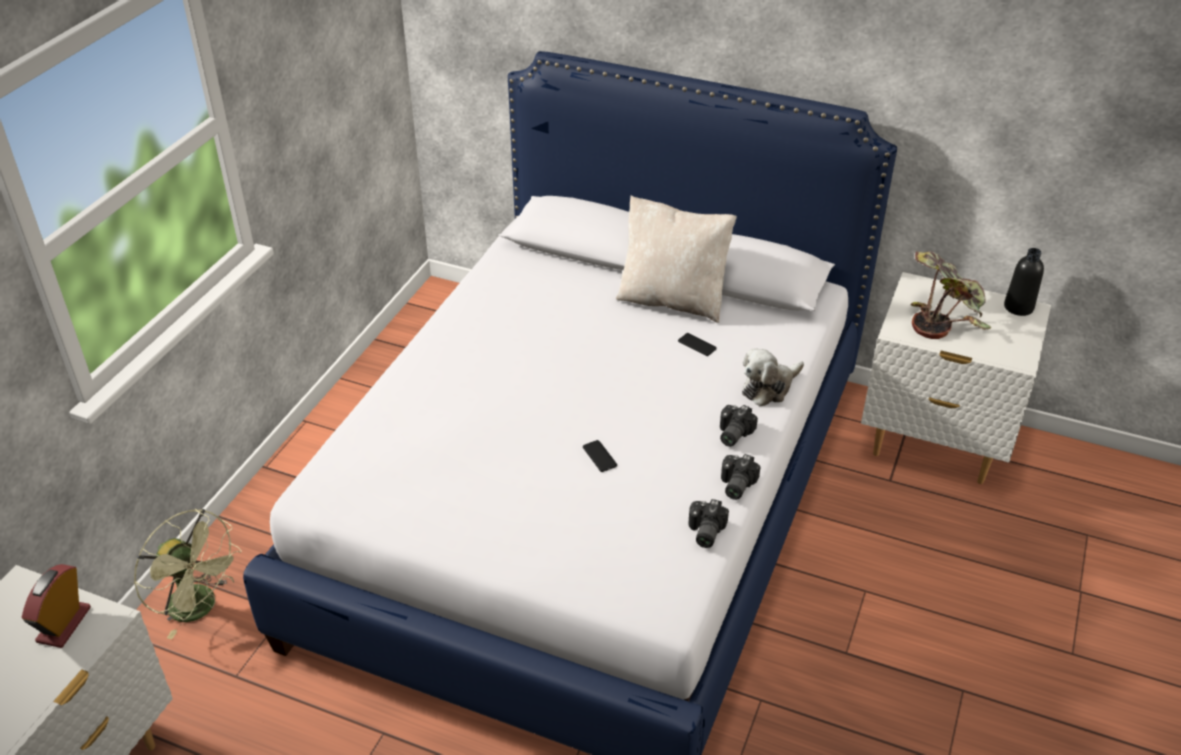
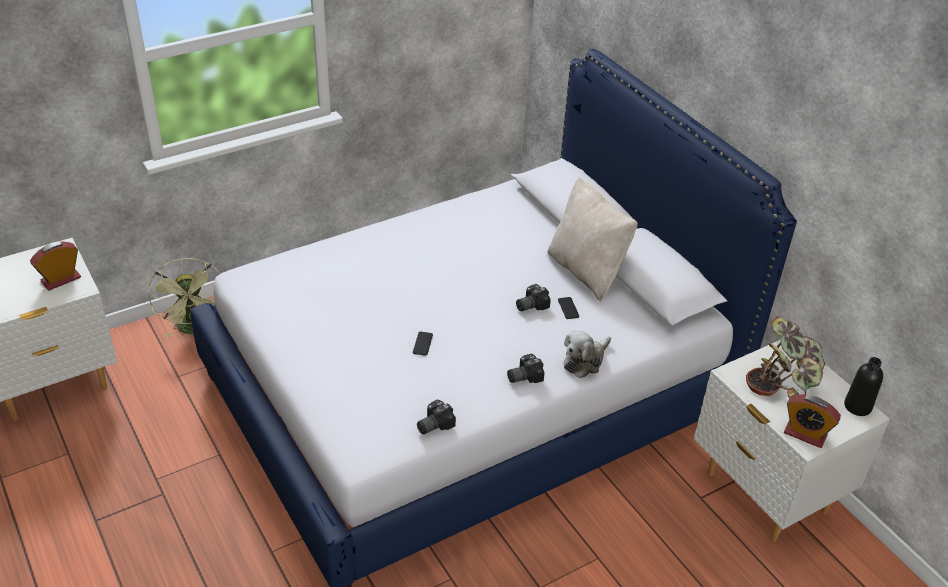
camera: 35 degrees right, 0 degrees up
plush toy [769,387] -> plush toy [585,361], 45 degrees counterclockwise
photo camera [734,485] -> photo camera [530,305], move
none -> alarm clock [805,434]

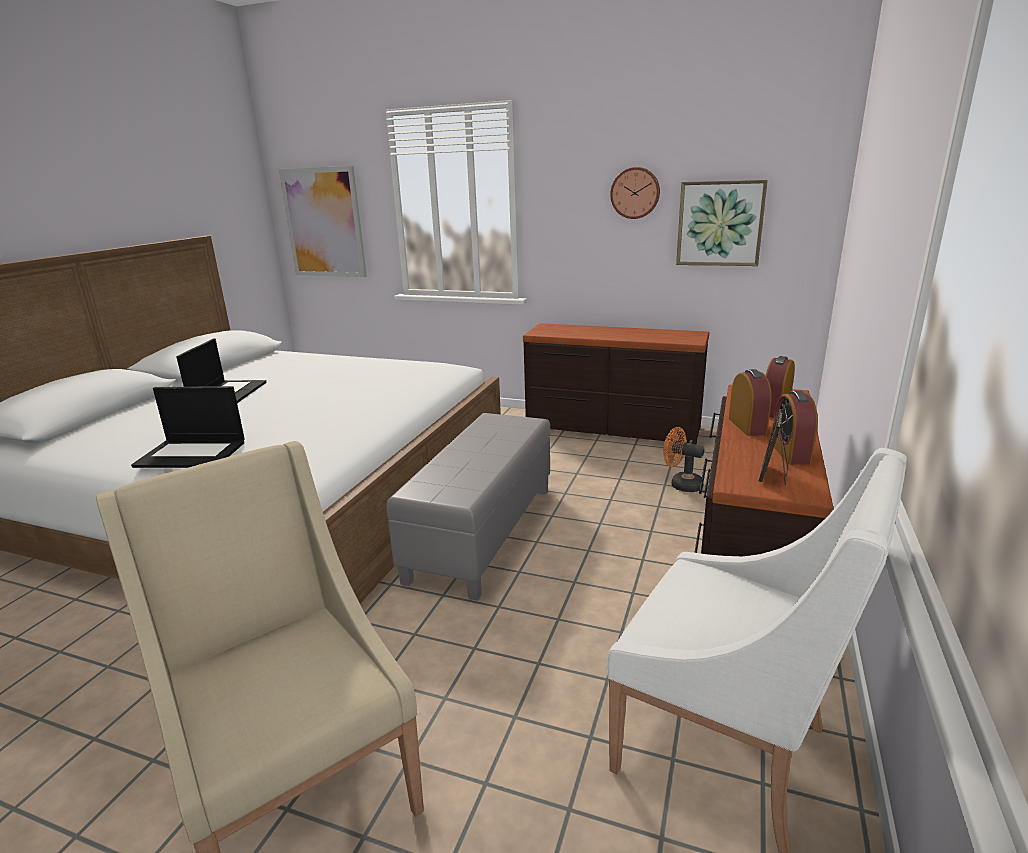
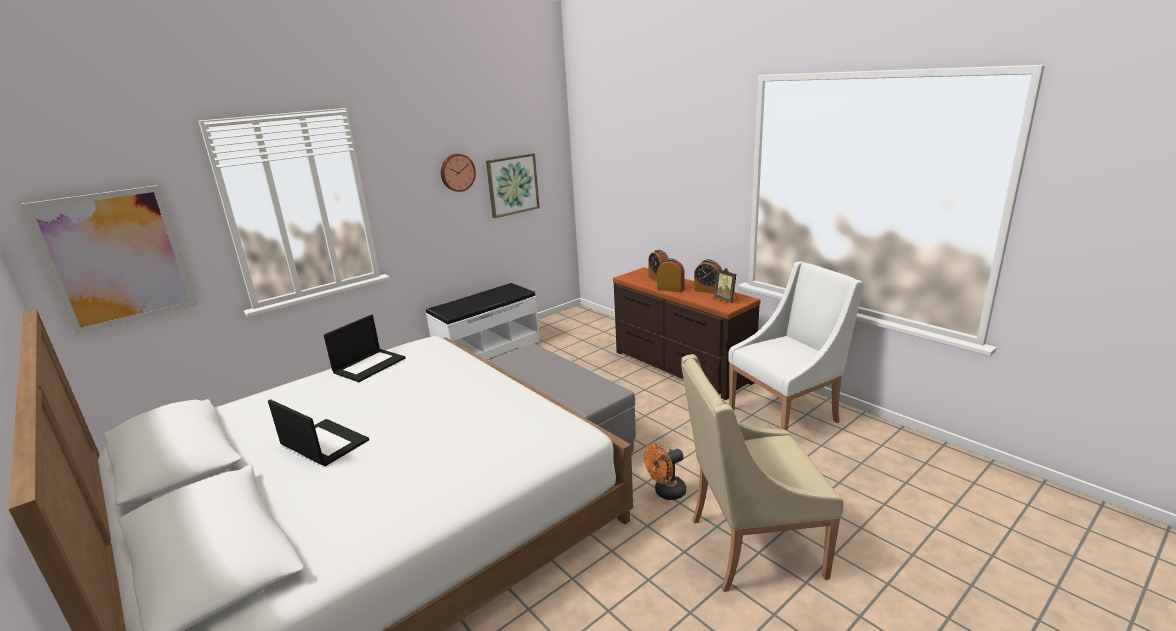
camera: 60 degrees left, 0 degrees up
brown dresser [612,429] -> white bench [487,350]
laptop [193,453] -> laptop [369,365], move
orange fan [681,484] -> orange fan [666,493], move

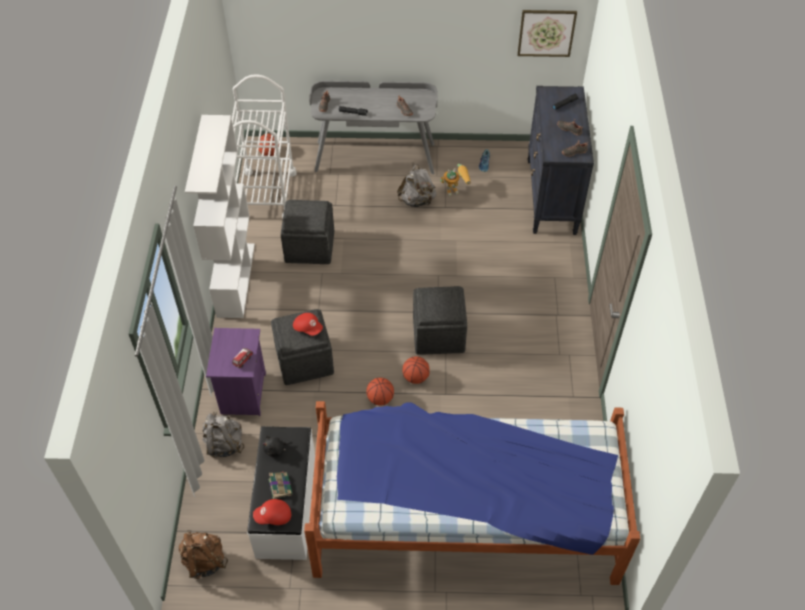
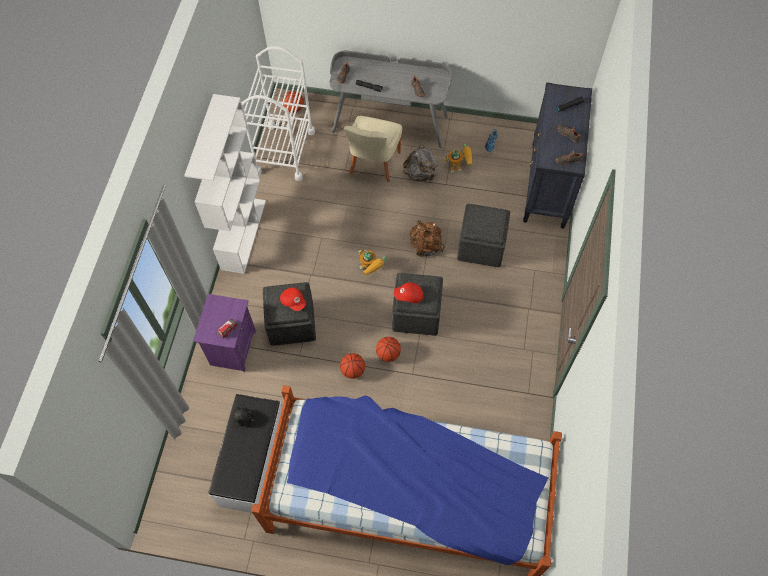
camera: 10 degrees right, 10 degrees up
picture [546,32] -> none
grey ottoman [310,246] -> grey ottoman [482,245], move
grey backpack [224,444] -> none
book [280,486] -> none
red cap [273,516] -> red cap [409,296], move
brown backpack [204,561] -> brown backpack [425,246], move
none -> beige chair [373,164]
none -> toy robot [371,271]

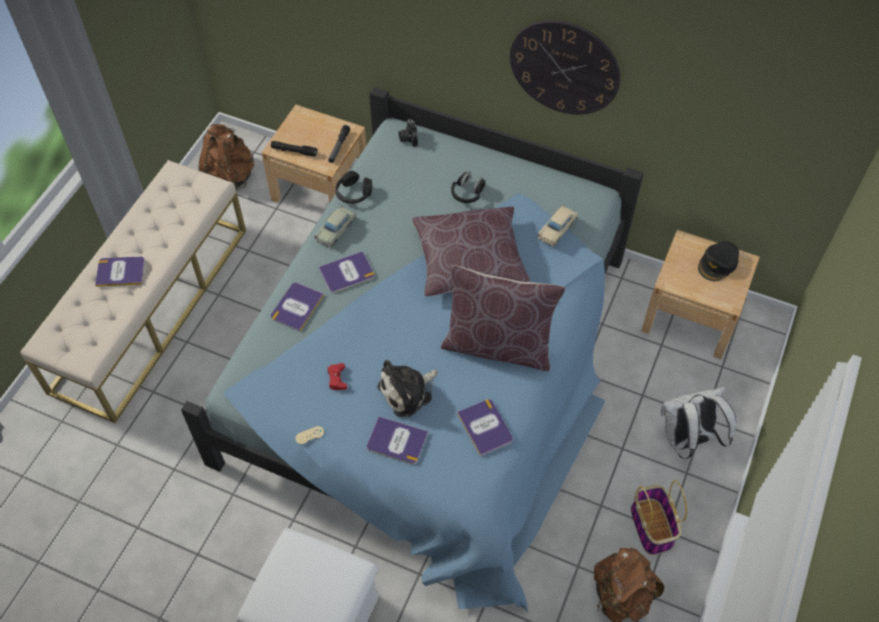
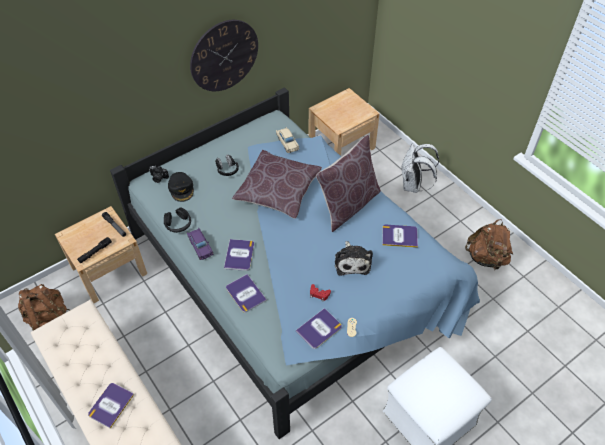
camera: 60 degrees left, 5 degrees down
beige toy car [336,230] -> purple toy car [200,246]
black cap [718,264] -> black cap [181,189], move
book [397,441] -> book [319,329], move
basket [652,527] -> none

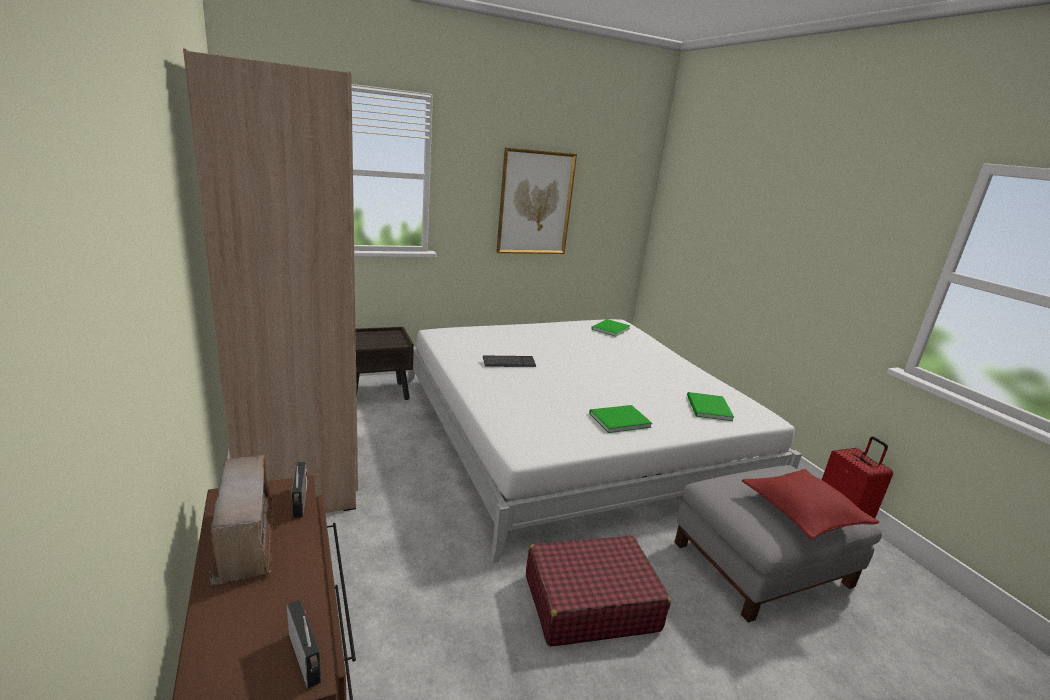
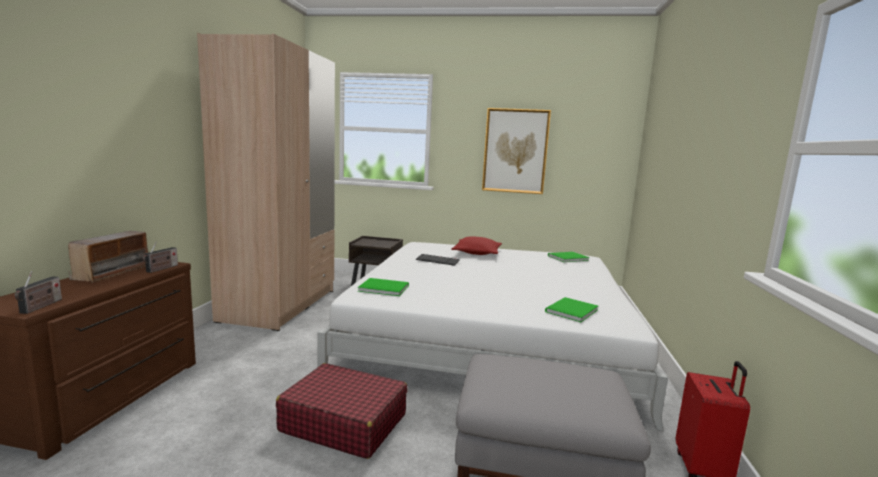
camera: 35 degrees right, 10 degrees down
green book [617,419] -> green book [383,288], move
red pillow [803,512] -> red pillow [477,253], move

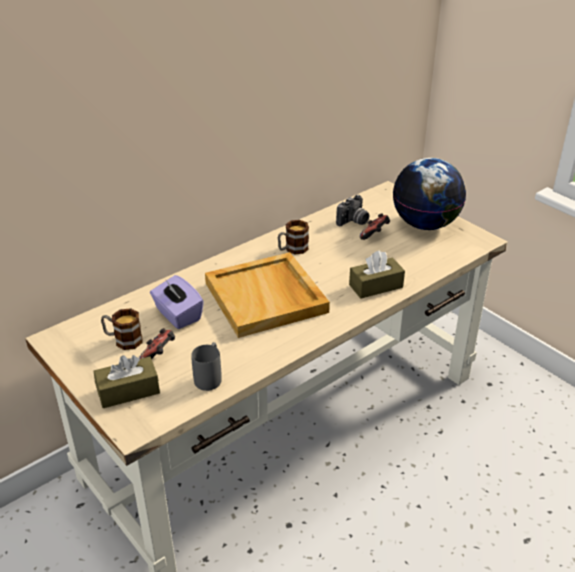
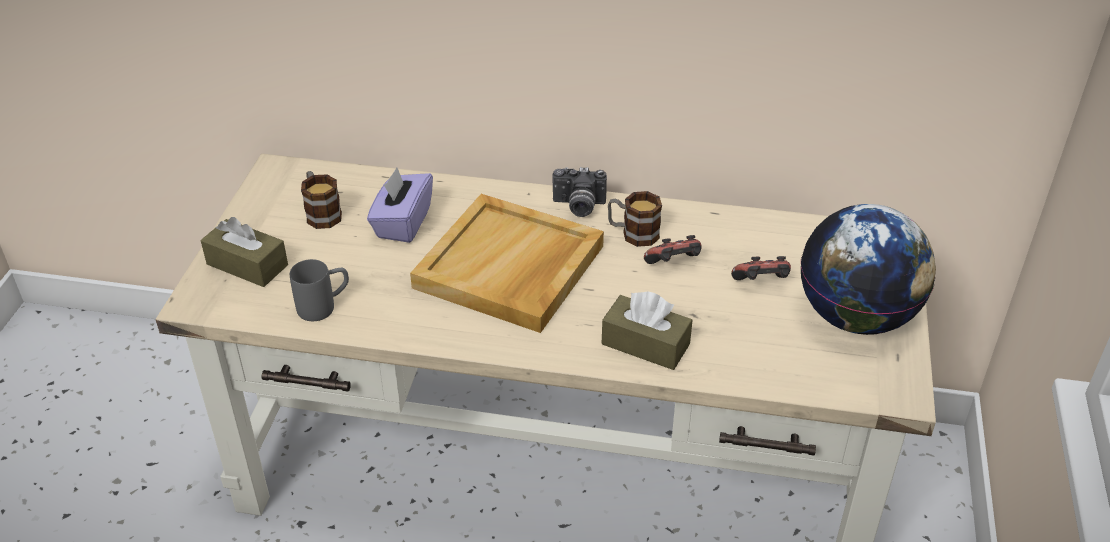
camera: 50 degrees right, 5 degrees up
photo camera [353,222] -> photo camera [578,207], move
game controller [159,355] -> game controller [674,265], move

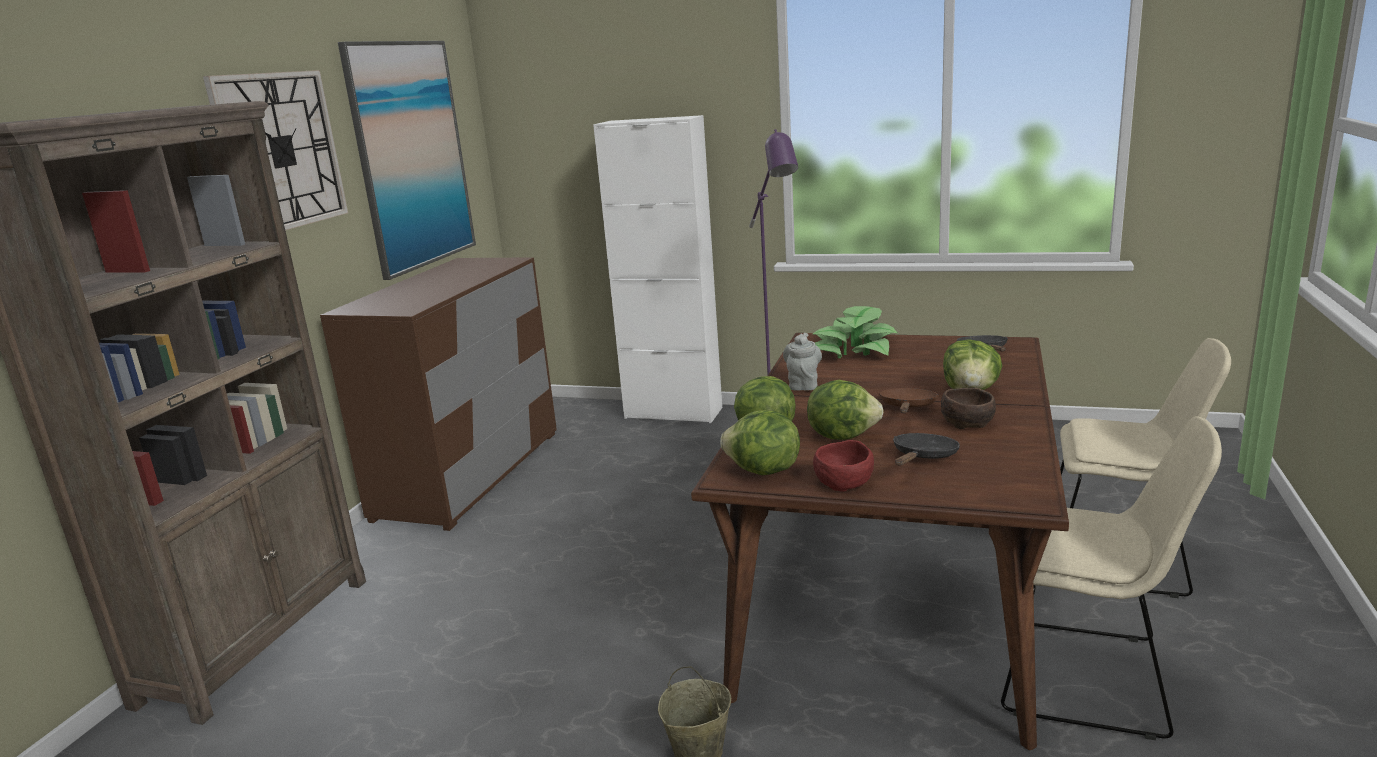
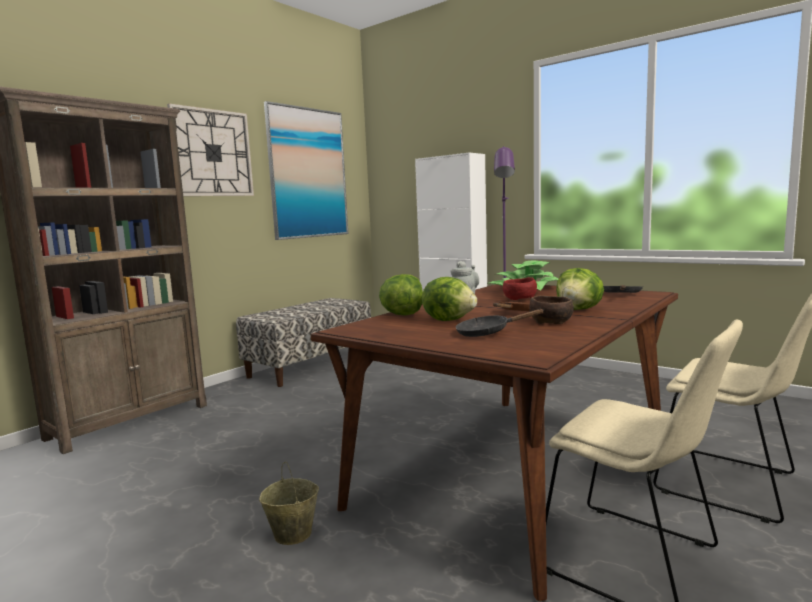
camera: 20 degrees right, 10 degrees down
brown dresser [470,474] -> bench [310,366]
lettuce [763,472] -> none
black frying pan [923,457] -> black frying pan [488,333], 150 degrees counterclockwise
red bowl [843,483] -> red bowl [519,299], move

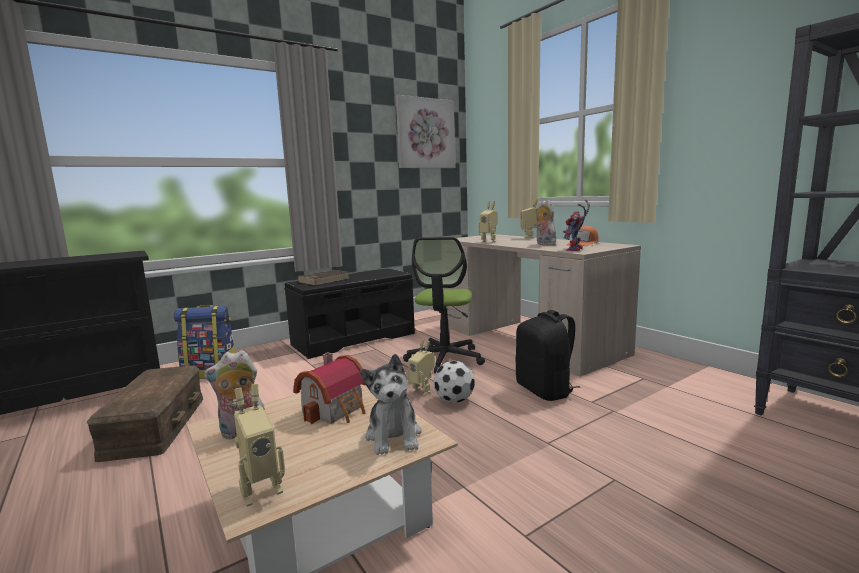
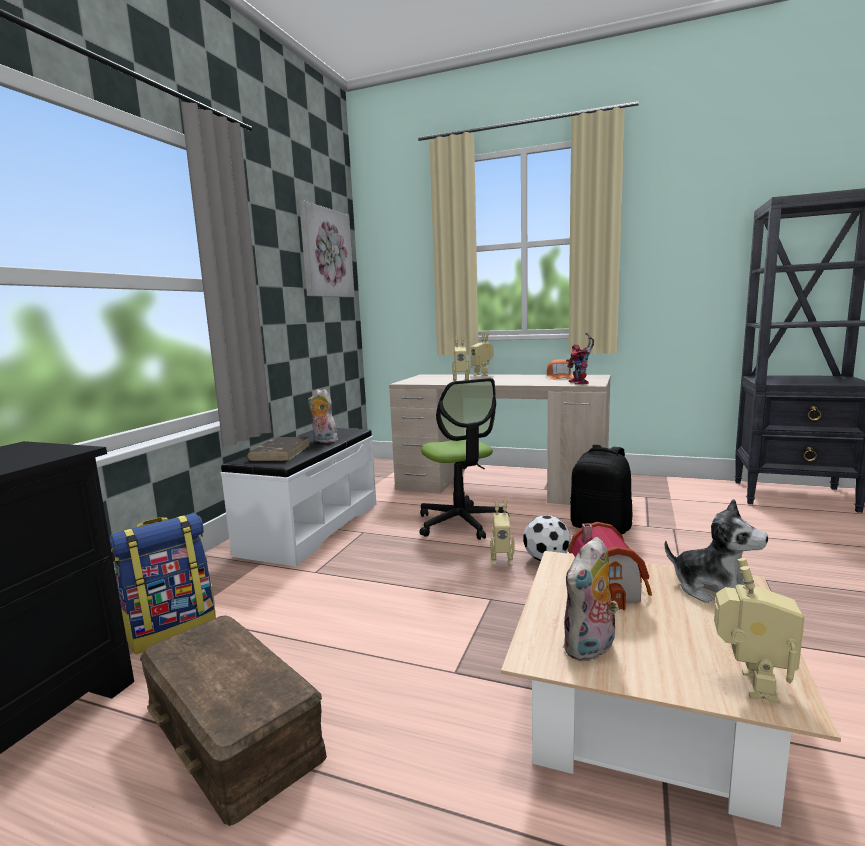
camera: 35 degrees left, 0 degrees up
plush toy [544,244] -> plush toy [323,441], move
black bench [353,339] -> white bench [310,527]

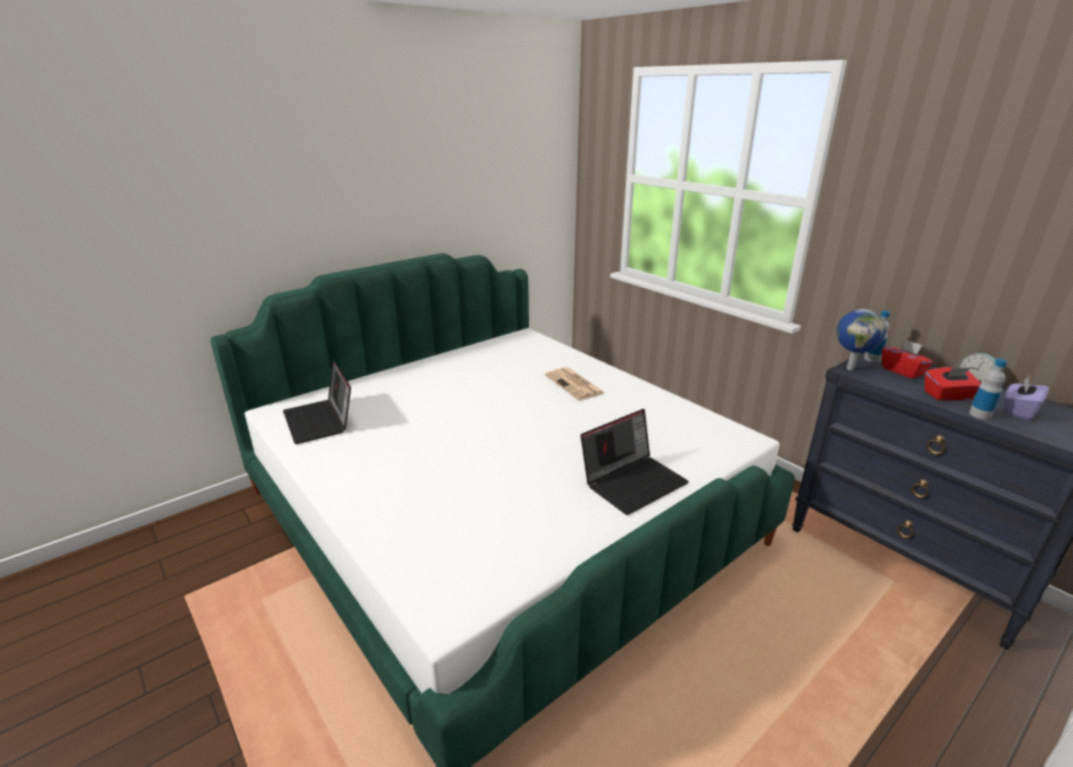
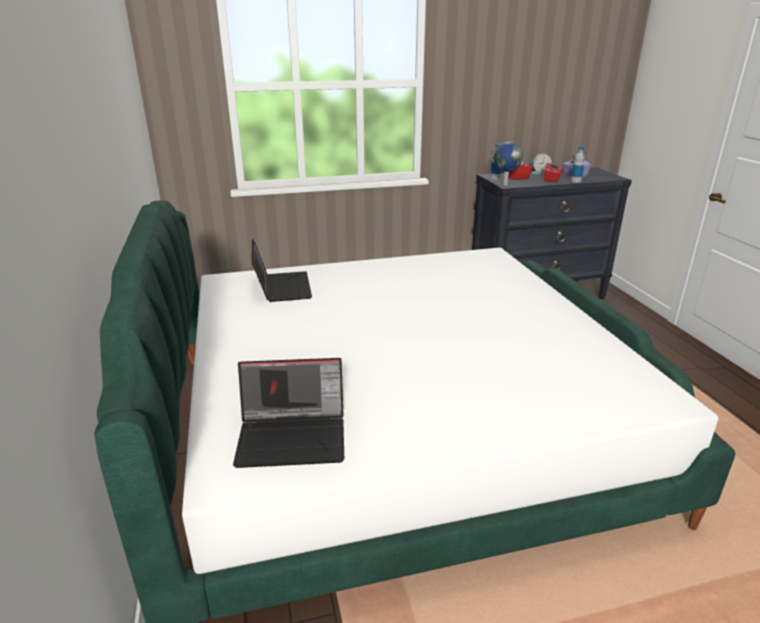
camera: 65 degrees left, 0 degrees up
newspaper [575,384] -> none
laptop [633,481] -> laptop [282,287], move

